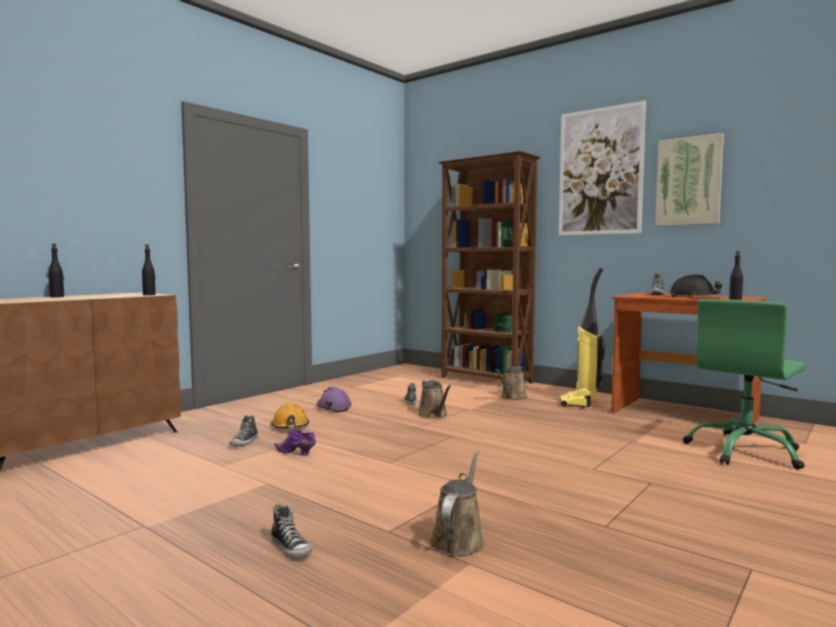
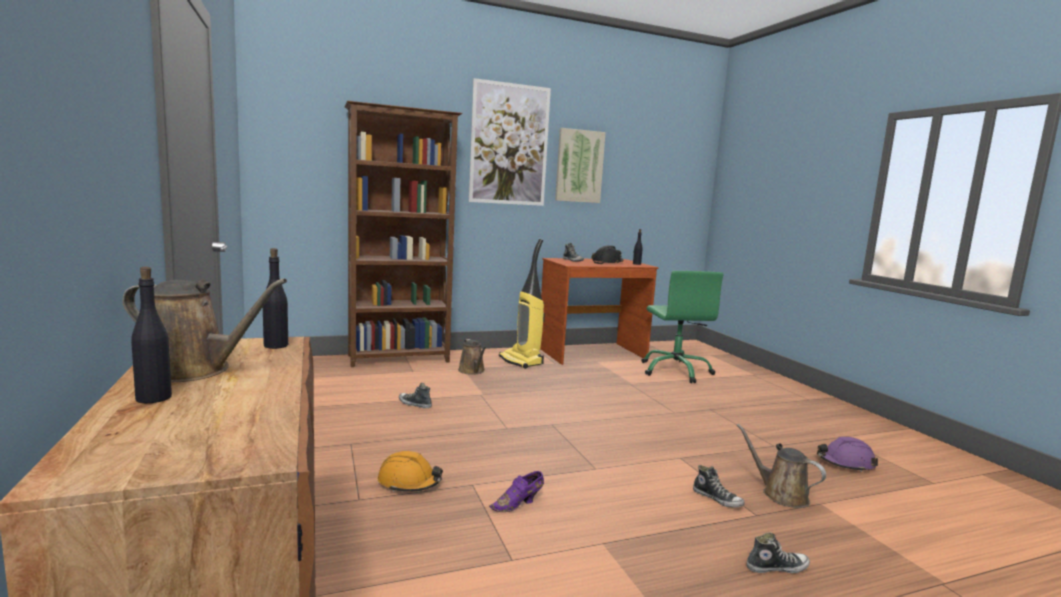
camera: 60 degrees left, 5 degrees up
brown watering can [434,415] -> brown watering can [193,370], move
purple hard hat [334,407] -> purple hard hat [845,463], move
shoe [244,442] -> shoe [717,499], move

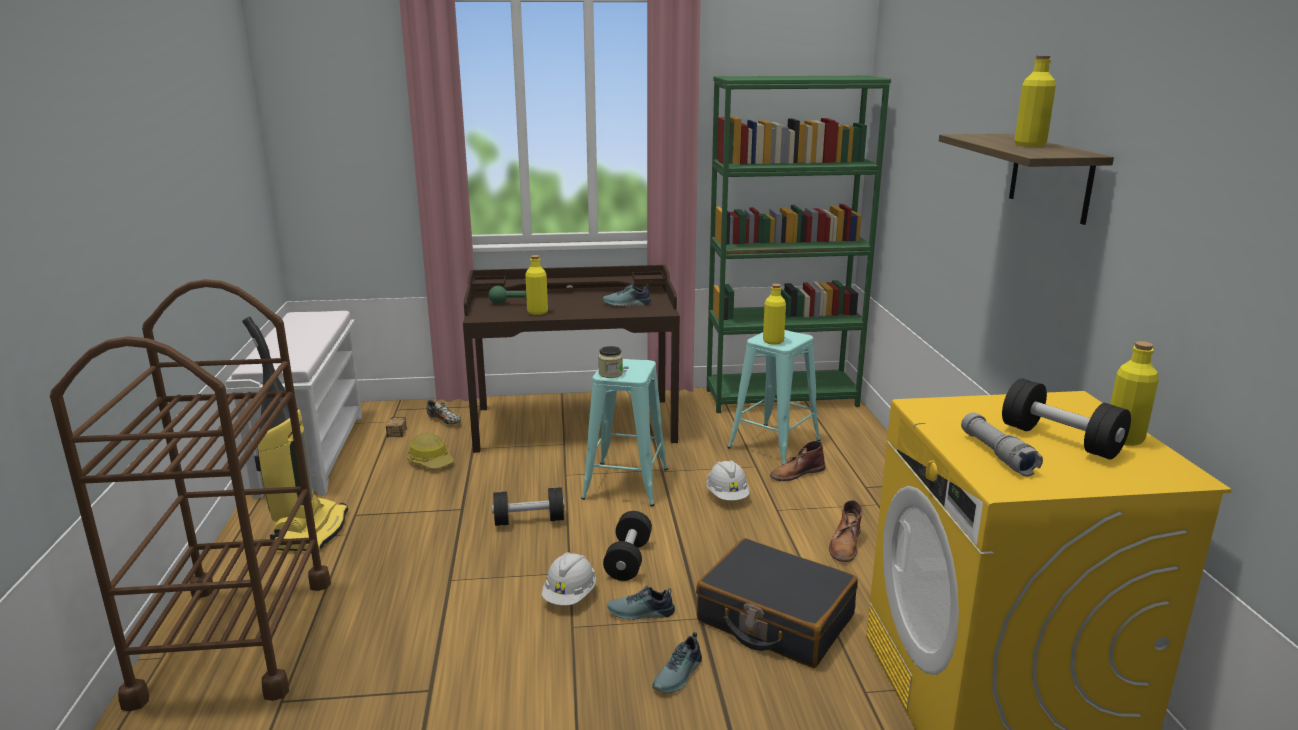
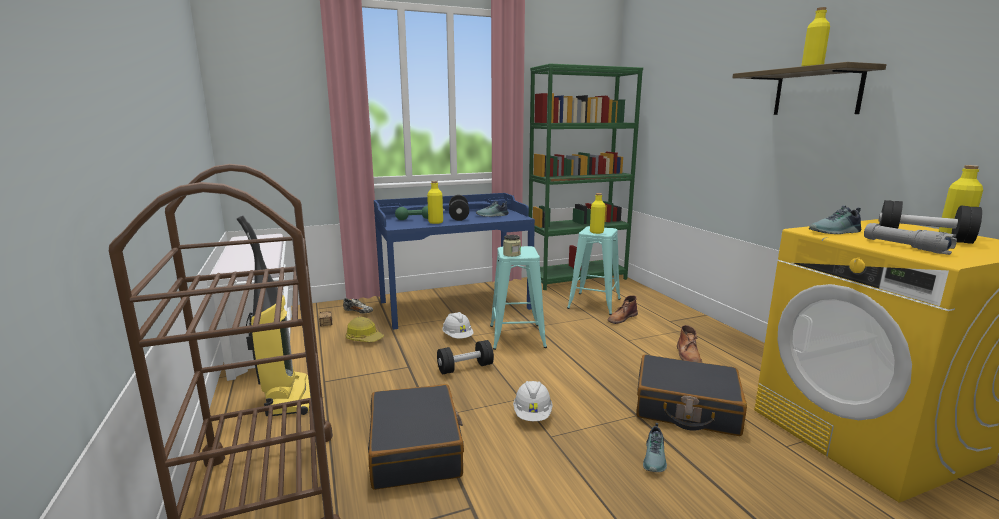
camera: 15 degrees left, 5 degrees down
brown desk [575,423] -> blue desk [455,305]
white hard hat [727,496] -> white hard hat [458,337], move
black dumbbell [628,560] -> black dumbbell [459,217], move
shoe [641,613] -> shoe [836,232], move
none -> black suitcase [416,448]

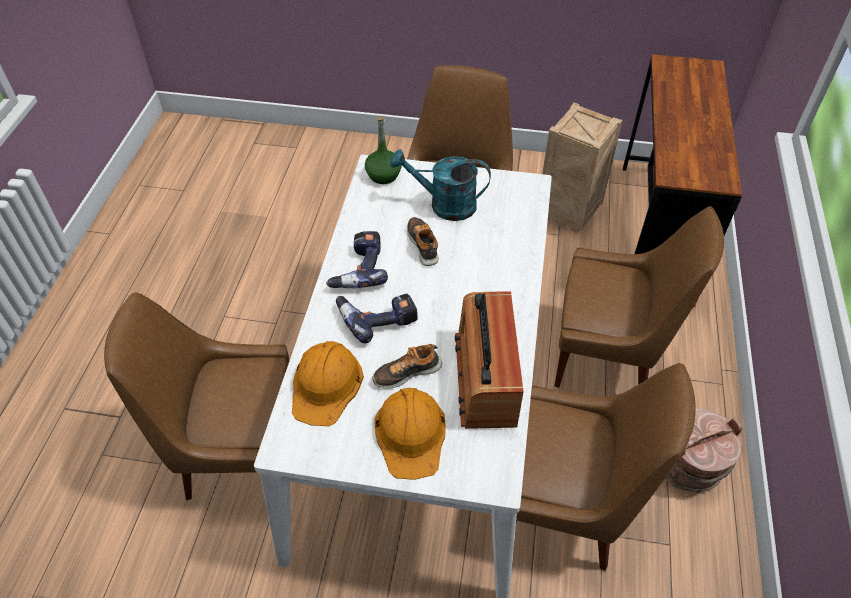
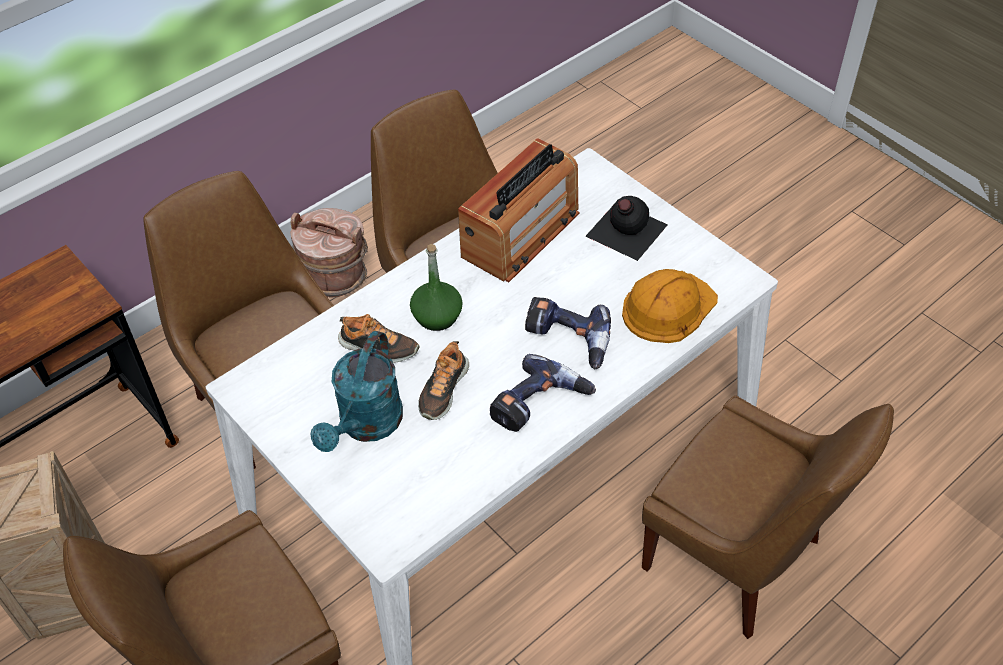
camera: 140 degrees left, 0 degrees up
green bottle [383,175] -> green bottle [437,316], move
turquoise watering can [444,205] -> turquoise watering can [366,426], 60 degrees clockwise
shoe [407,372] -> shoe [378,348], move
orange hard hat [411,434] -> black bottle [625,230]

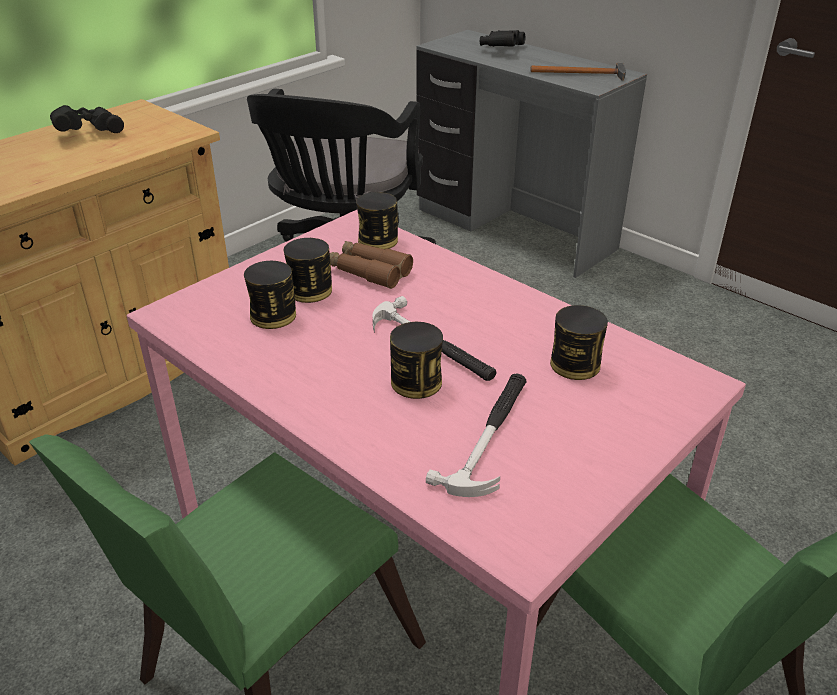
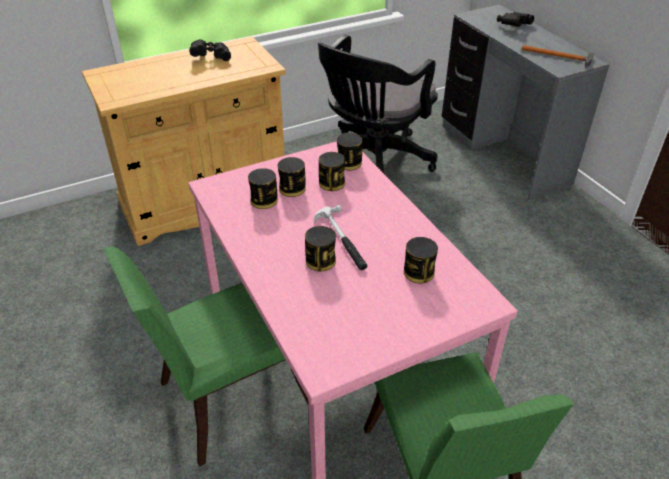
camera: 20 degrees right, 5 degrees up
brown binoculars [368,271] -> can [332,183]
hammer [490,436] -> none

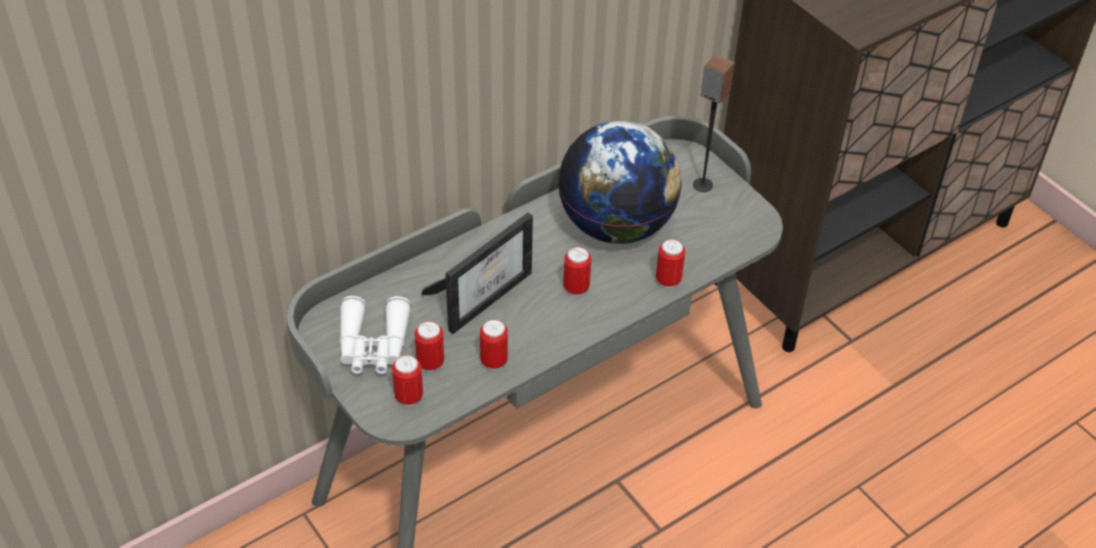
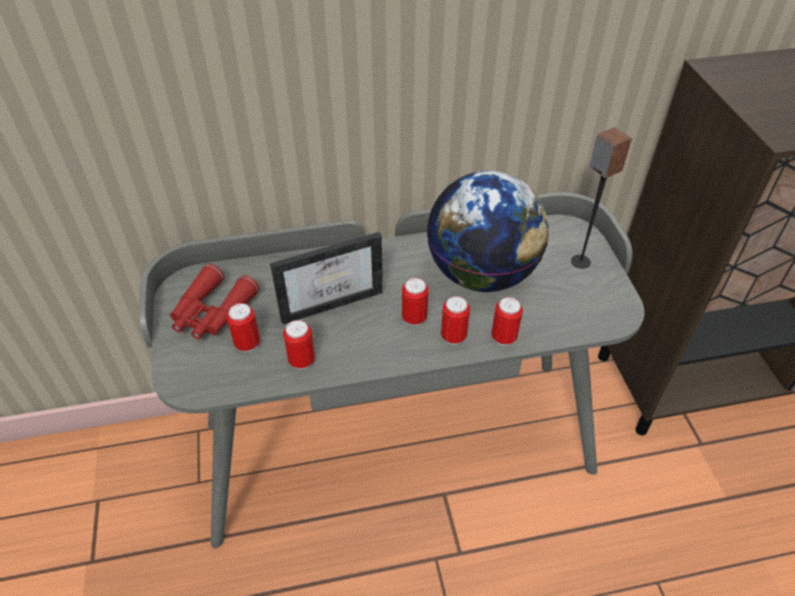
camera: 25 degrees right, 0 degrees up
white binoculars [373,345] -> red binoculars [212,313]
can [409,397] -> can [453,336], move

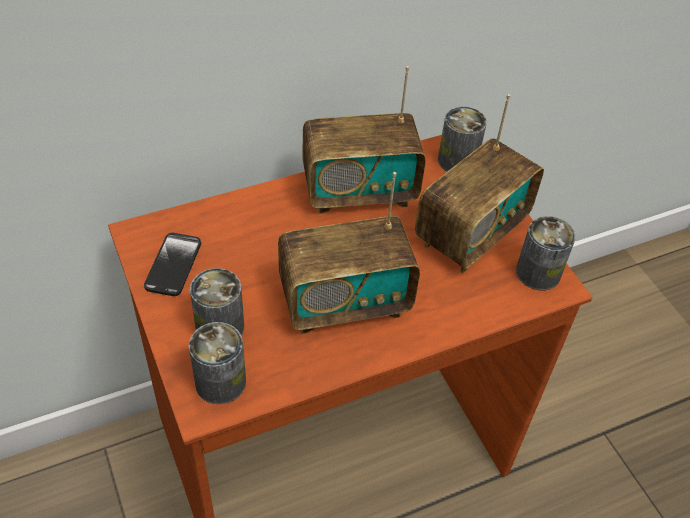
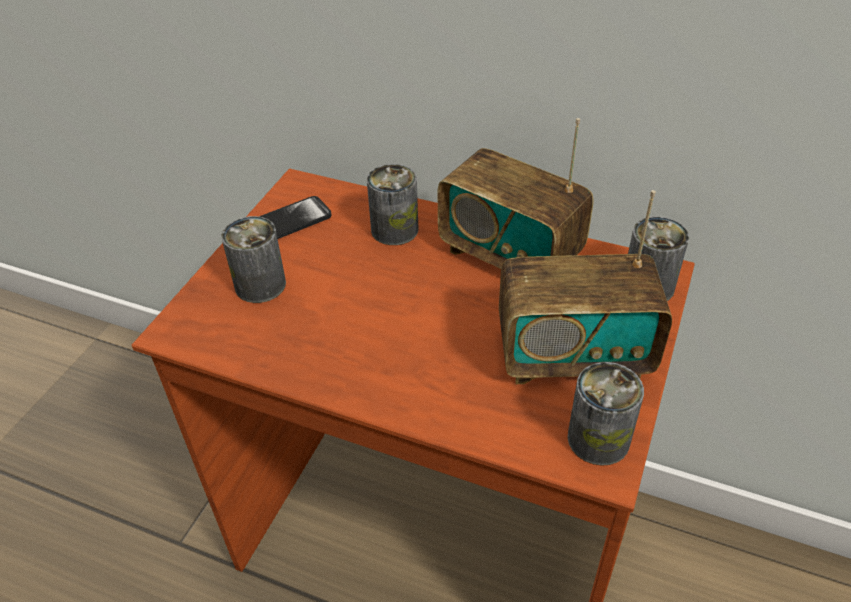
camera: 50 degrees right, 5 degrees down
radio [344,303] -> none
can [220,382] -> can [394,230], move

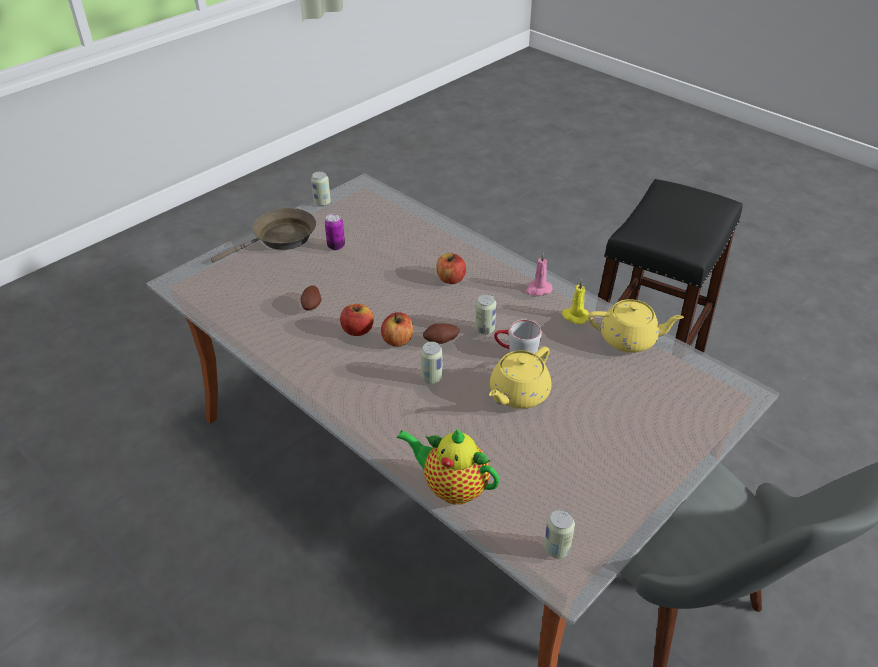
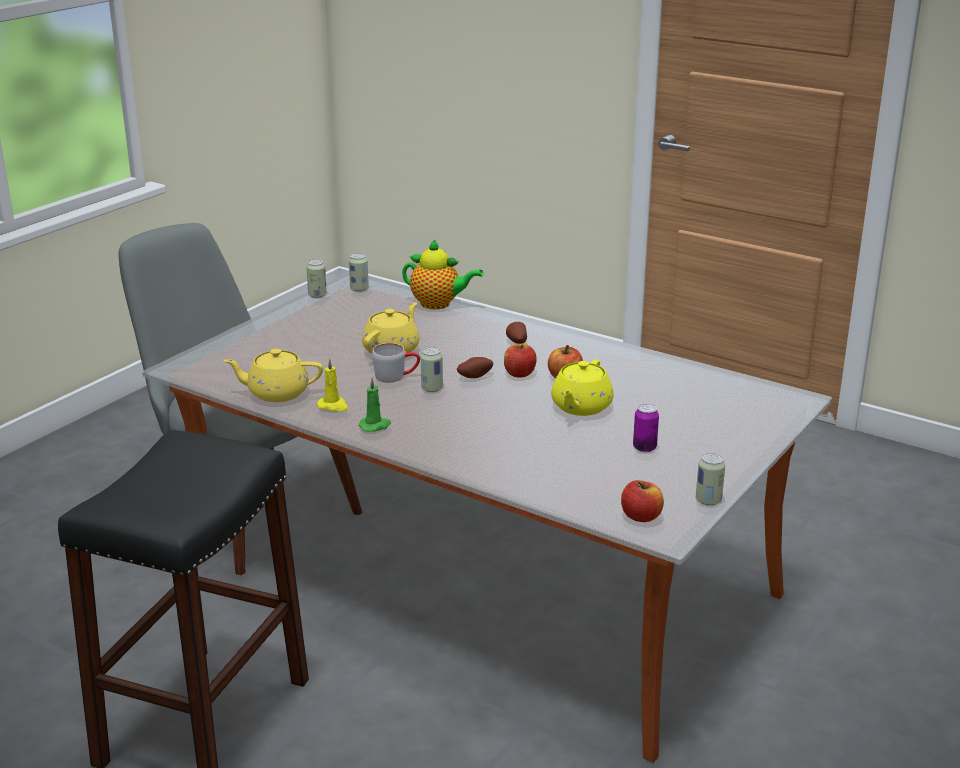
camera: 170 degrees right, 15 degrees down
brown frying pan [280,239] -> none
apple [450,279] -> apple [641,516], move
pink candle [538,289] -> green candle [375,426]
potato [312,306] -> potato [516,342], move
can [432,378] -> can [317,295], move
none -> yellow teapot [581,407]

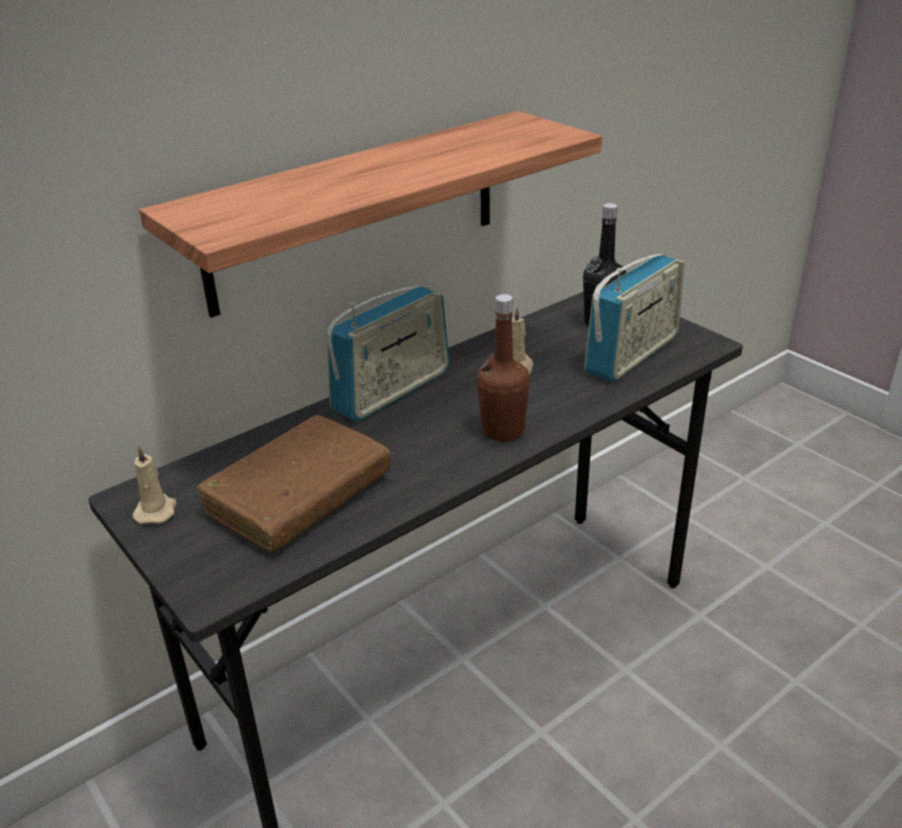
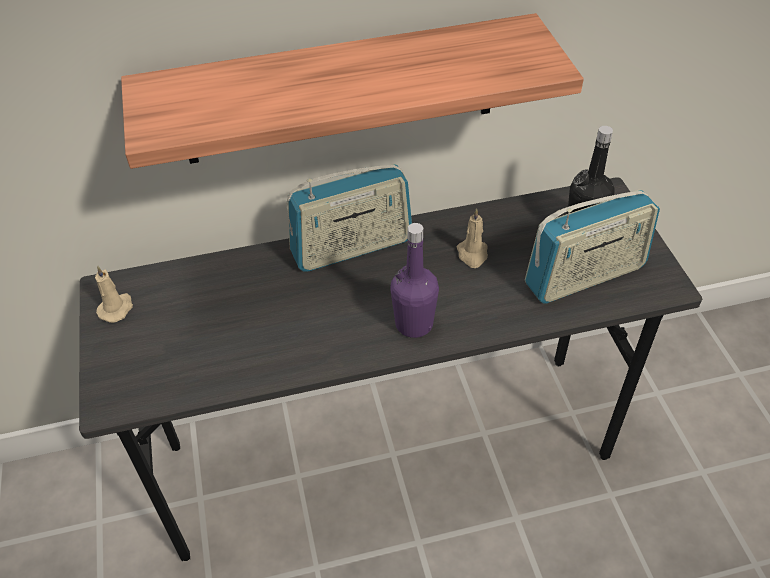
camera: 25 degrees right, 15 degrees up
brown bottle [503,431] -> purple bottle [414,324]
brown book [299,496] -> none

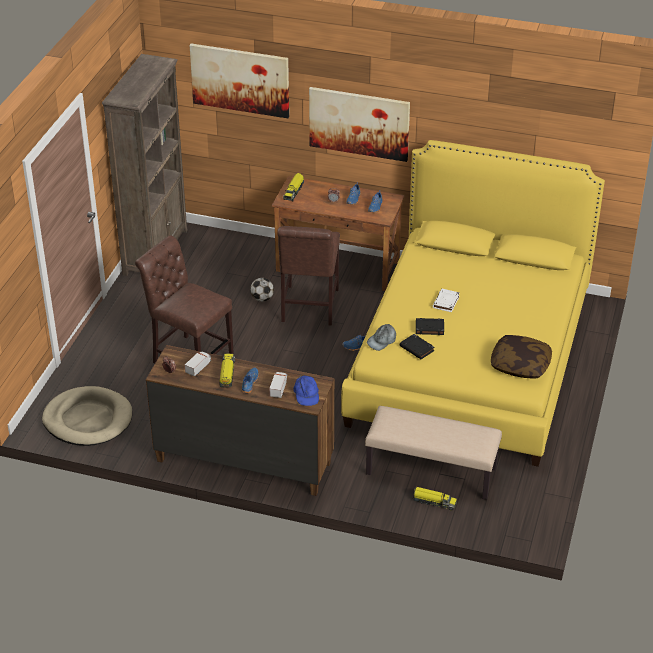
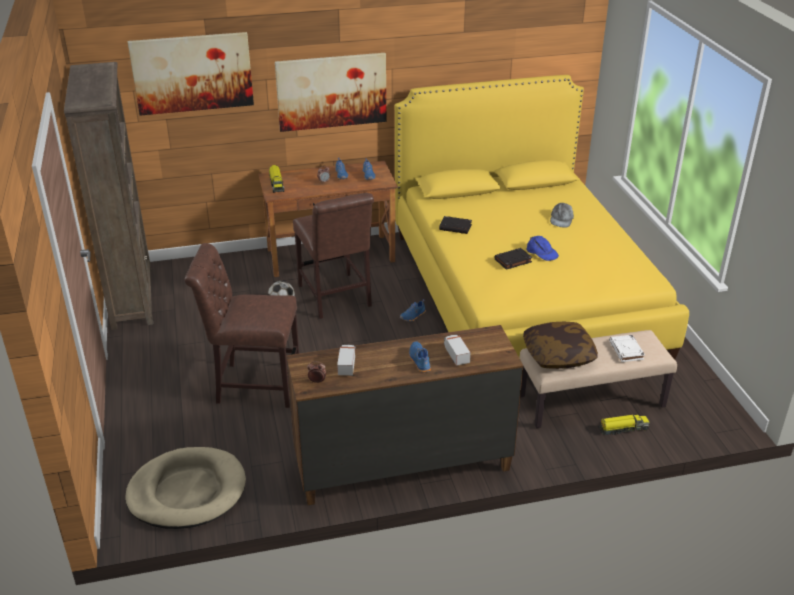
camera: 30 degrees left, 5 degrees down
white book [446,302] -> white book [626,351], move
grey cap [382,340] -> grey cap [561,219], move
black book [417,349] -> black book [456,227], move
pillow [520,365] -> pillow [558,355], move
toy truck [227,374] -> none
blue cap [306,394] -> blue cap [542,252], move

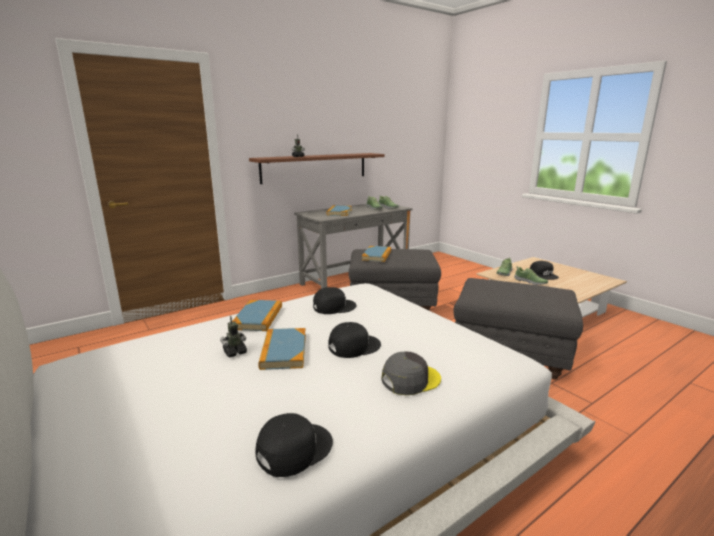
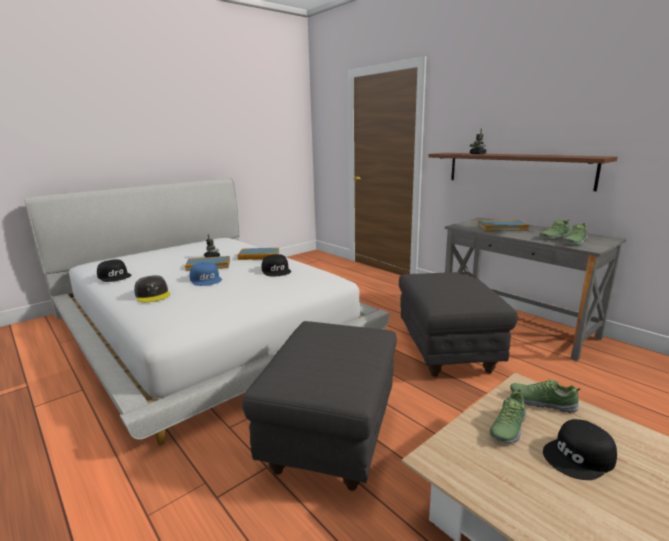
camera: 85 degrees right, 0 degrees up
book [377,255] -> none
black cap [353,346] -> blue cap [206,279]

